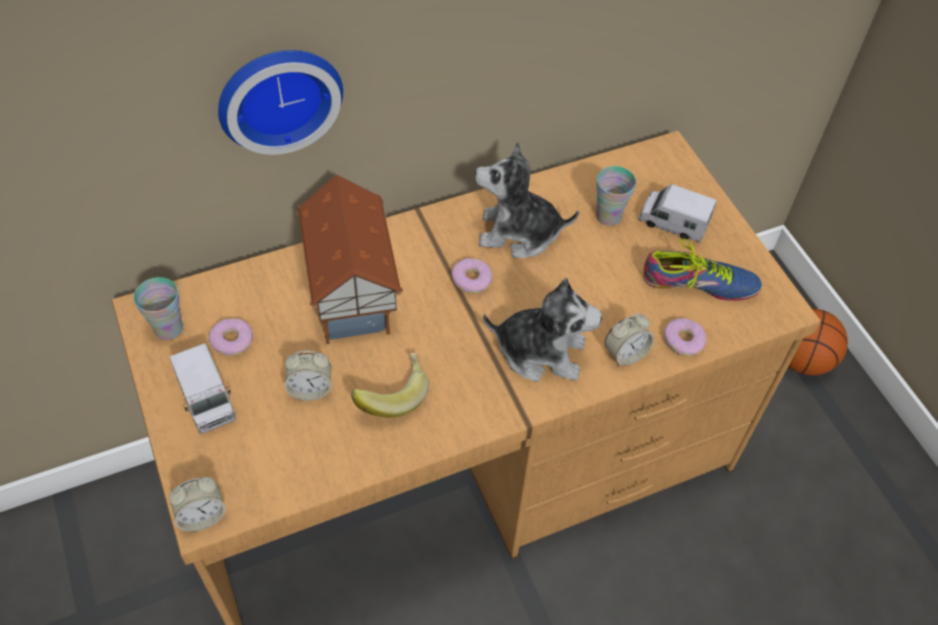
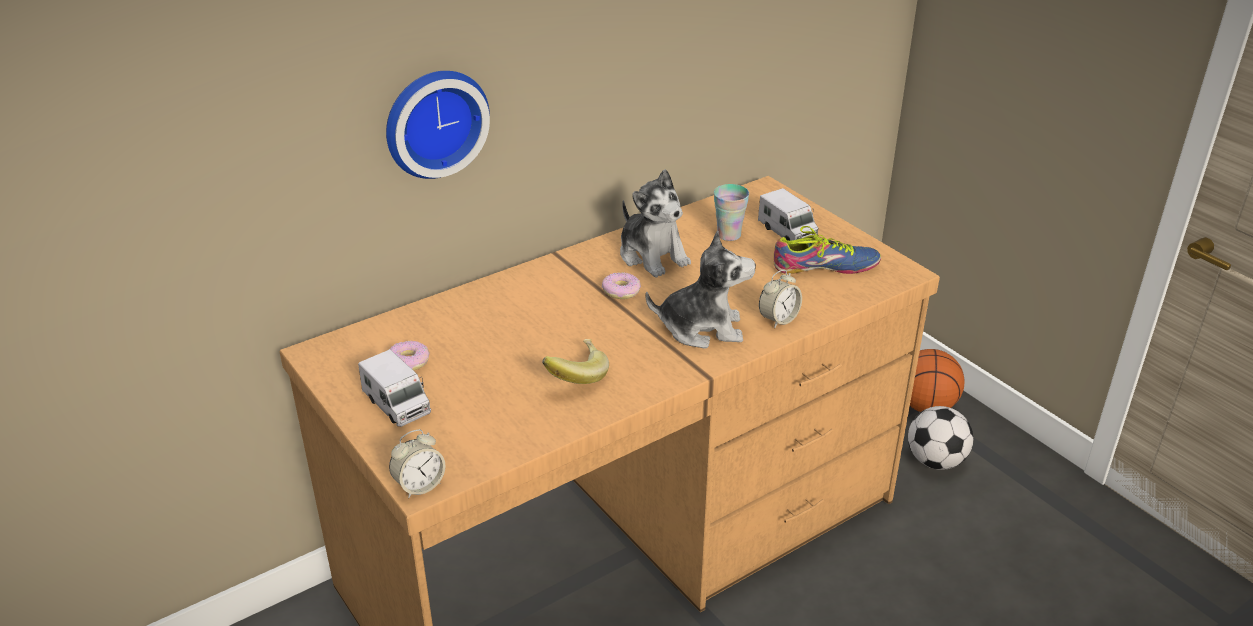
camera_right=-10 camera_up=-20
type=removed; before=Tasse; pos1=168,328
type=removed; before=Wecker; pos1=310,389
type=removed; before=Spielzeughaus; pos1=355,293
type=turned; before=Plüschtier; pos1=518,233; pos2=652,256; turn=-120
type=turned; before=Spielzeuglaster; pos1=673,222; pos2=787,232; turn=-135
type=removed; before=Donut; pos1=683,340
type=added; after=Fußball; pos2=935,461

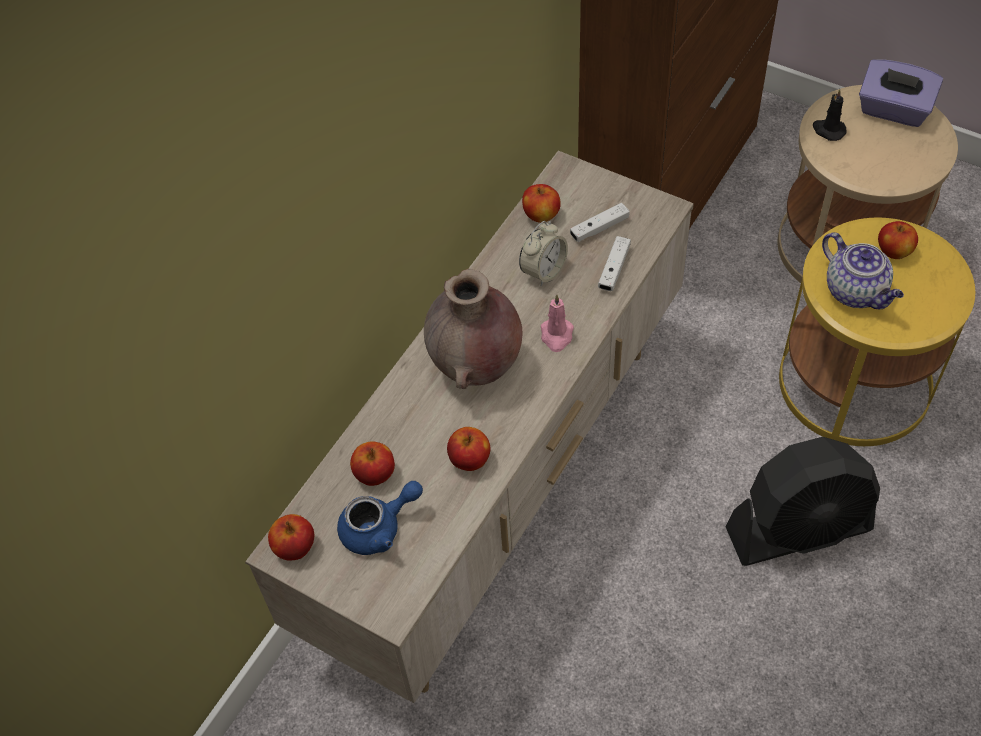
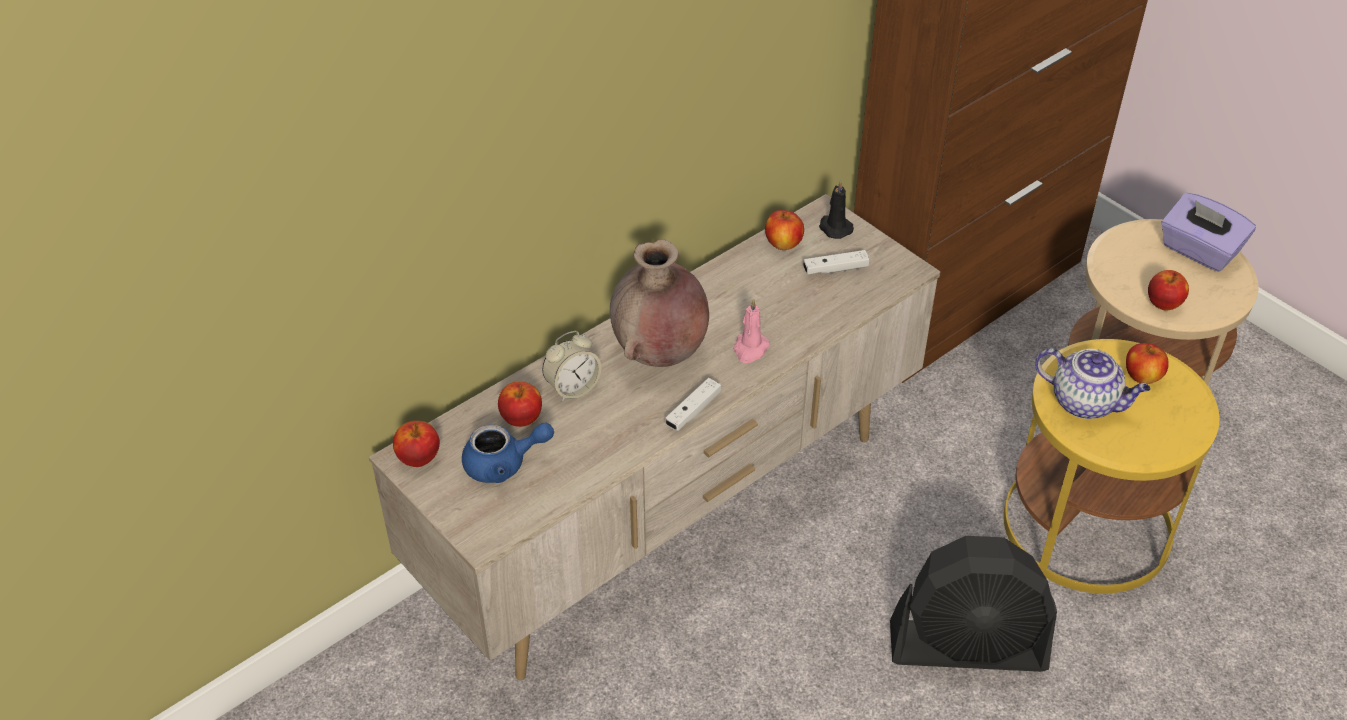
camera_right=15 camera_up=-10
type=moved; before=Apfel; pos1=469,459; pos2=1163,303
type=moved; before=Wecker; pos1=543,271; pos2=572,388
type=moved; before=Gamepad/weiß; pos1=614,269; pos2=693,411
type=moved; before=Kerze/schwarz; pos1=828,130; pos2=834,227
type=turned; before=Teekanne; pos1=856,292; pos2=1085,403; turn=-45

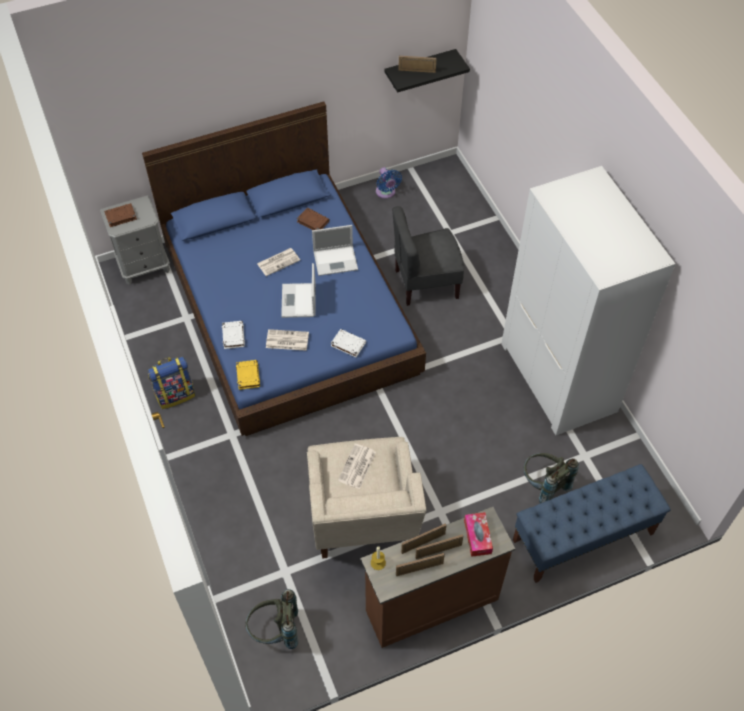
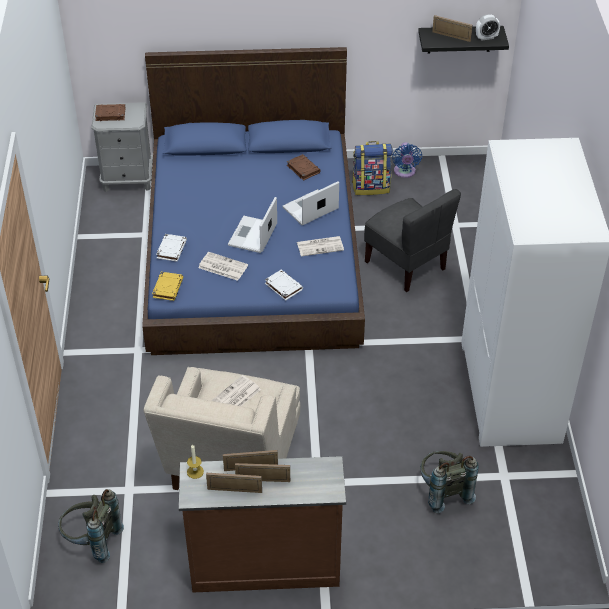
camera_right=20 camera_up=-10
type=moved; before=Rucksack; pos1=175,394; pos2=371,187
type=moved; before=Zeitung; pos1=278,261; pos2=320,246
type=turned; before=Laptop; pos1=336,260; pos2=309,209; turn=135
type=turned; before=Stuhl/grau; pos1=425,283; pos2=406,265; turn=-135
type=removed; before=Taschentuchbox; pos1=477,537
type=removed; before=Bank/blau; pos1=582,537
type=added; after=Wecker; pos2=486,37

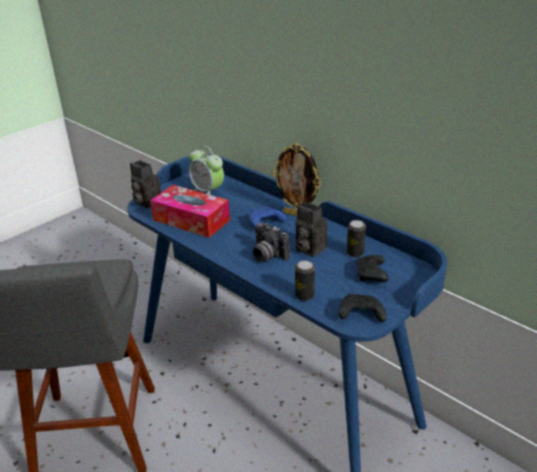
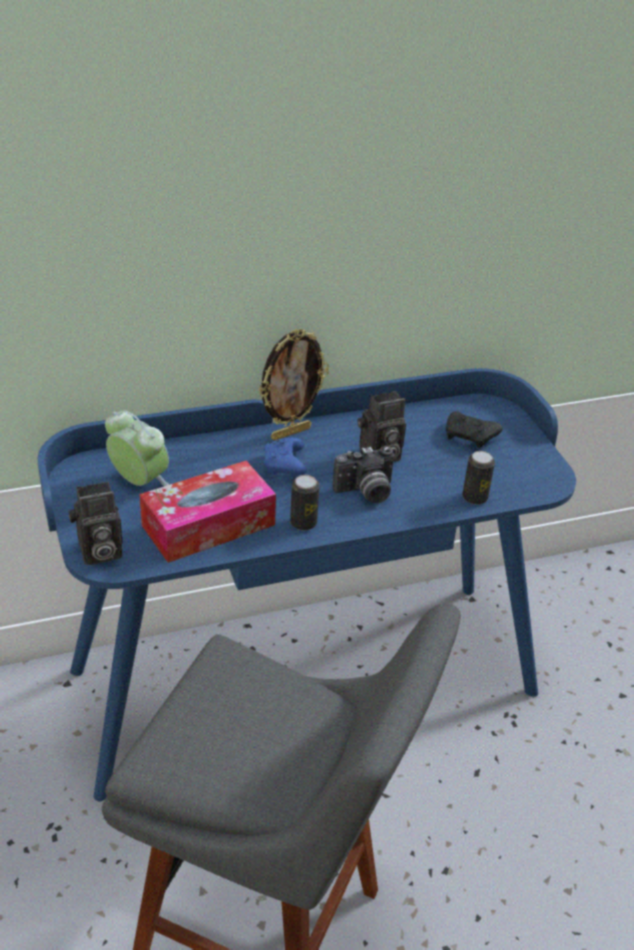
camera_right=-65 camera_up=5
type=turned; before=Wecker; pos1=208,192; pos2=139,482; turn=-120
type=removed; before=Gamepad/schwarz; pos1=360,315
type=moved; before=Dose; pos1=355,253; pos2=303,523

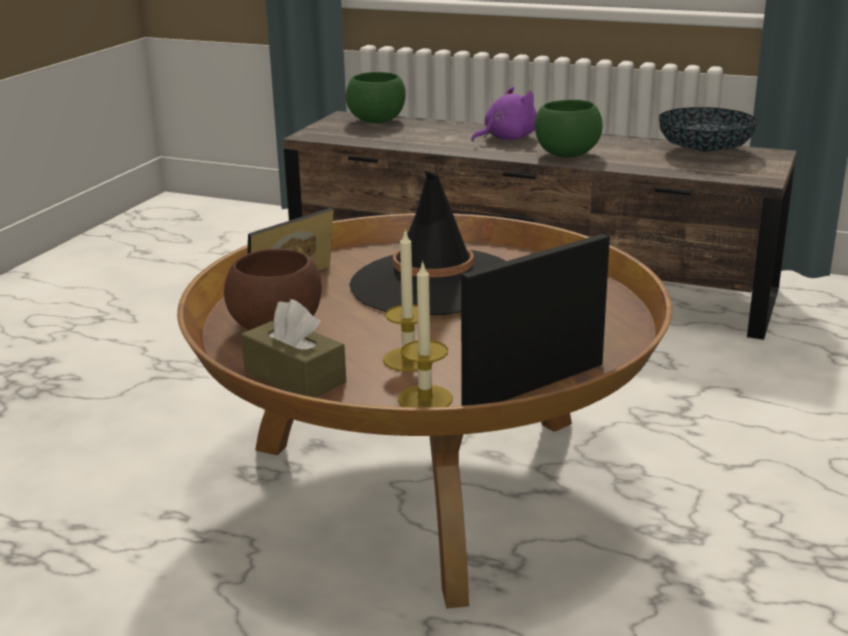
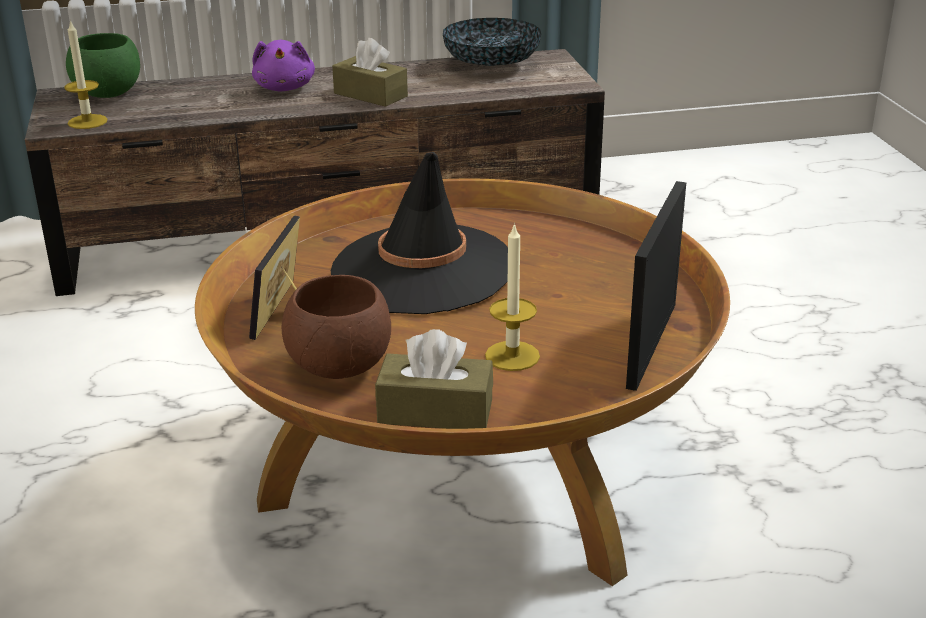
camera_right=-35 camera_up=5
type=moved; before=Kerze; pos1=425,399; pos2=87,122
type=turned; before=Plüschtier/lila; pos1=506,138; pos2=285,88; turn=150
type=replaced; before=Schüssel/grün; after=Taschentuchbox/braun; pos1=566,154; pos2=370,95

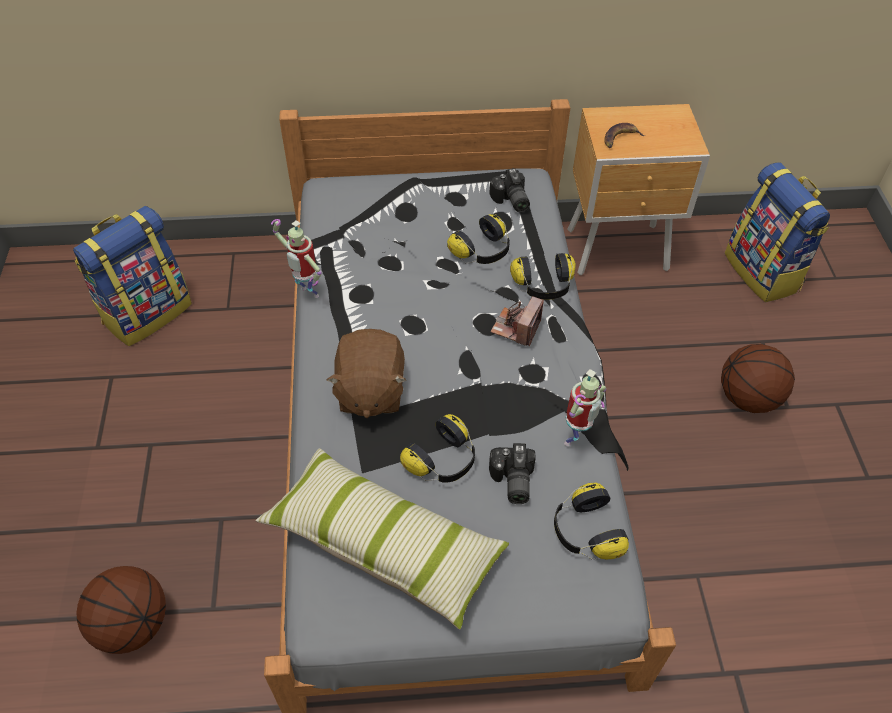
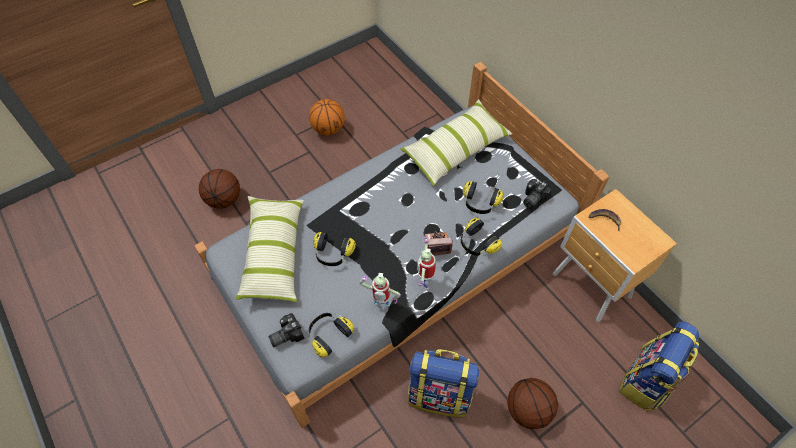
camera_right=60 camera_up=5
type=moved; before=Rucksack; pos1=147,312; pos2=440,394
type=moved; before=Spielzeugroboter; pos1=307,294; pos2=425,282
type=removed; before=Plüschtier/braun; pos1=370,391
type=moved; before=Kamera; pos1=511,481; pos2=285,334
type=added; after=Basketball; pos2=328,129
type=added; after=Kissen; pos2=456,149

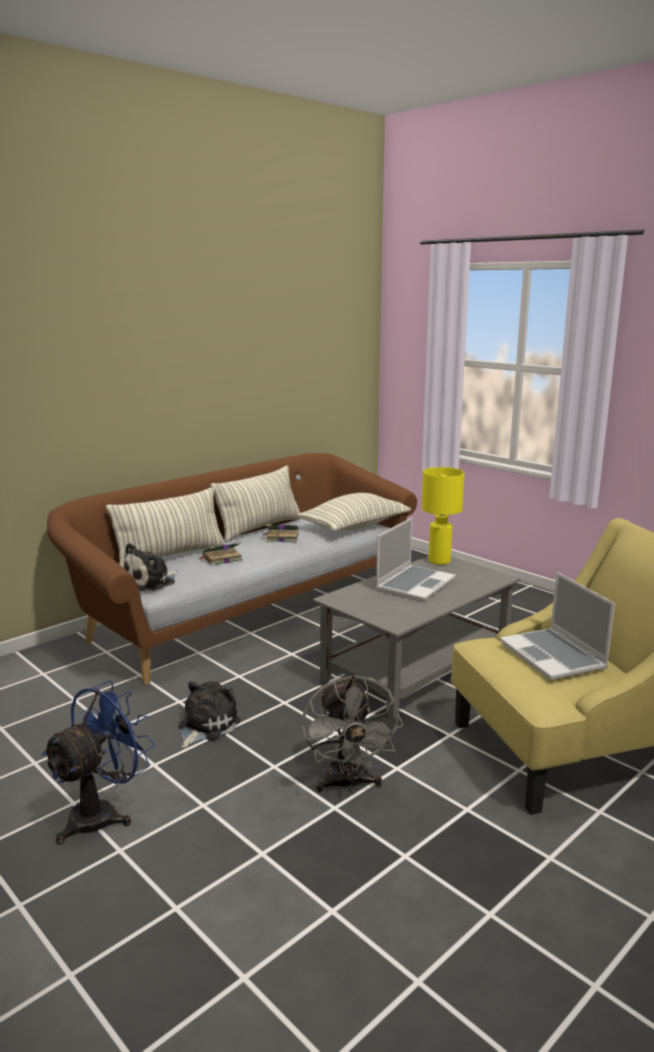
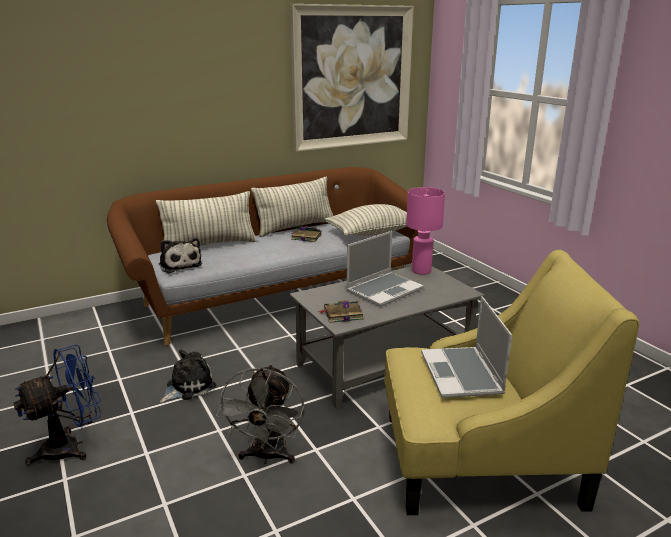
camera_right=15 camera_up=5
type=turned; before=Plüschtier; pos1=151,582; pos2=179,265; turn=-90
type=moved; before=Buch; pos1=221,559; pos2=342,314
type=recoloured; before=Tischlampe/gelb; after=Tischlampe/rosa; pos1=439,561; pos2=421,271
type=added; after=Bild; pos2=352,77

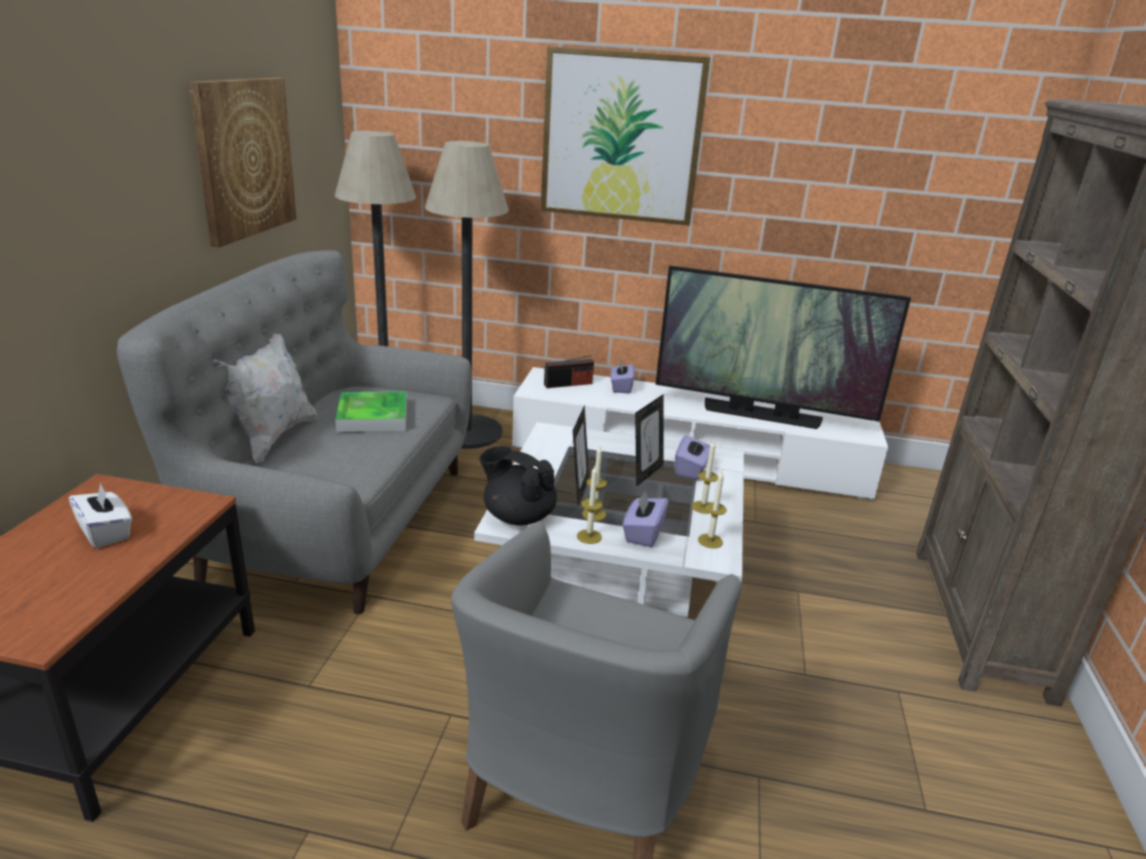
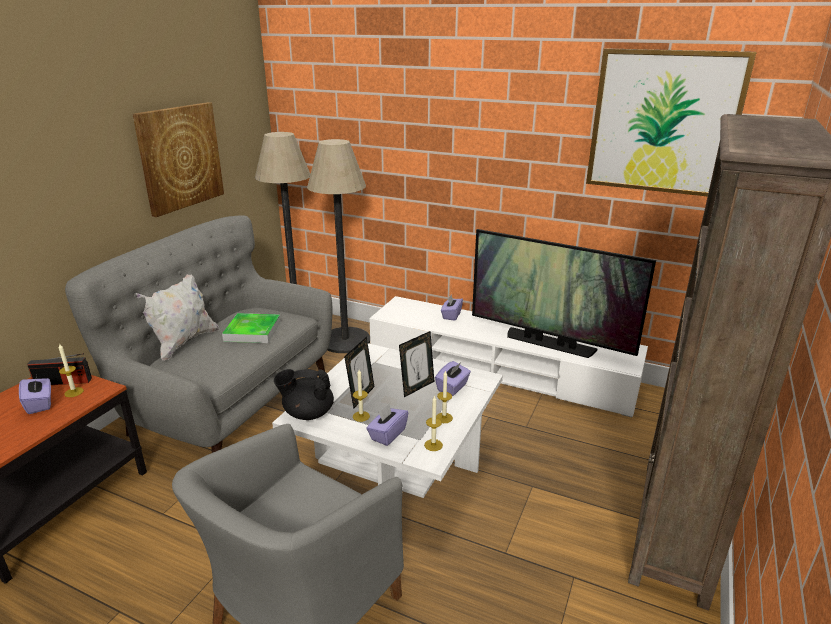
camera_right=15 camera_up=0
type=recoloured; before=Taschentuchbox/weiß; after=Taschentuchbox/lila; pos1=106,532; pos2=40,404
type=turned; before=Teekanne/schwarz; pos1=518,516; pos2=307,413; turn=-45
type=moved; before=Bild; pos1=621,137; pos2=663,123
type=moved; before=Radio; pos1=568,384; pos2=63,382
type=moved; before=Kerze; pos1=589,536; pos2=74,392

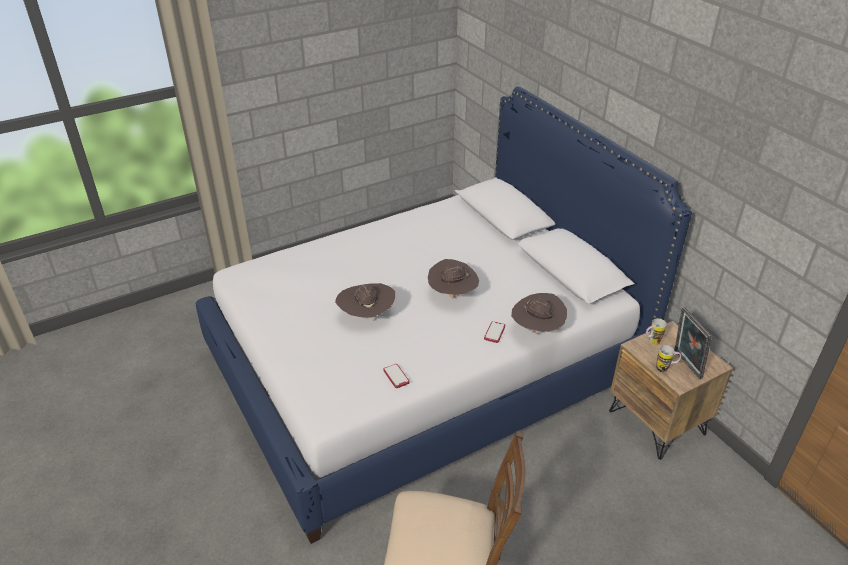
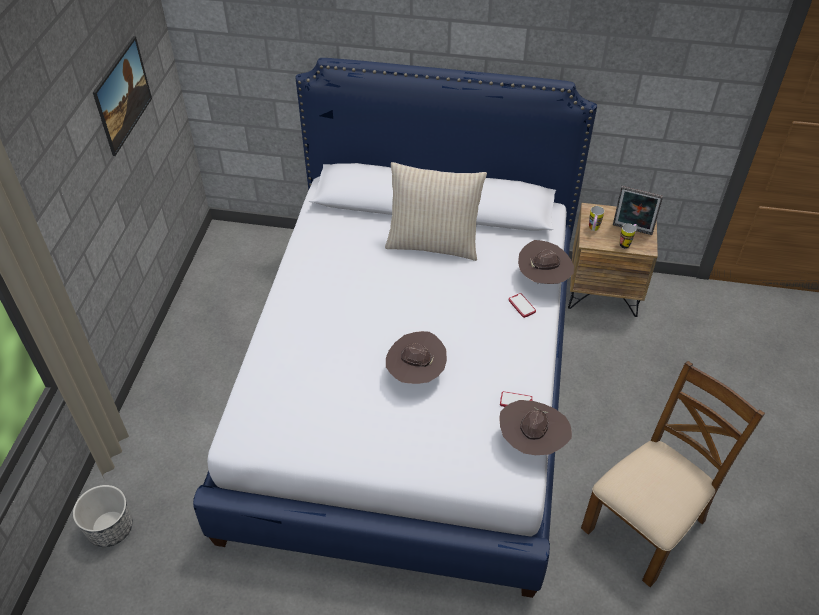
camera_right=-50 camera_up=10
type=moved; before=Hut/braun; pos1=452,295; pos2=531,442
type=added; after=Pflanzkübel; pos2=110,528
type=added; after=Bild; pos2=127,111
type=added; after=Kissen/beige; pos2=433,243

